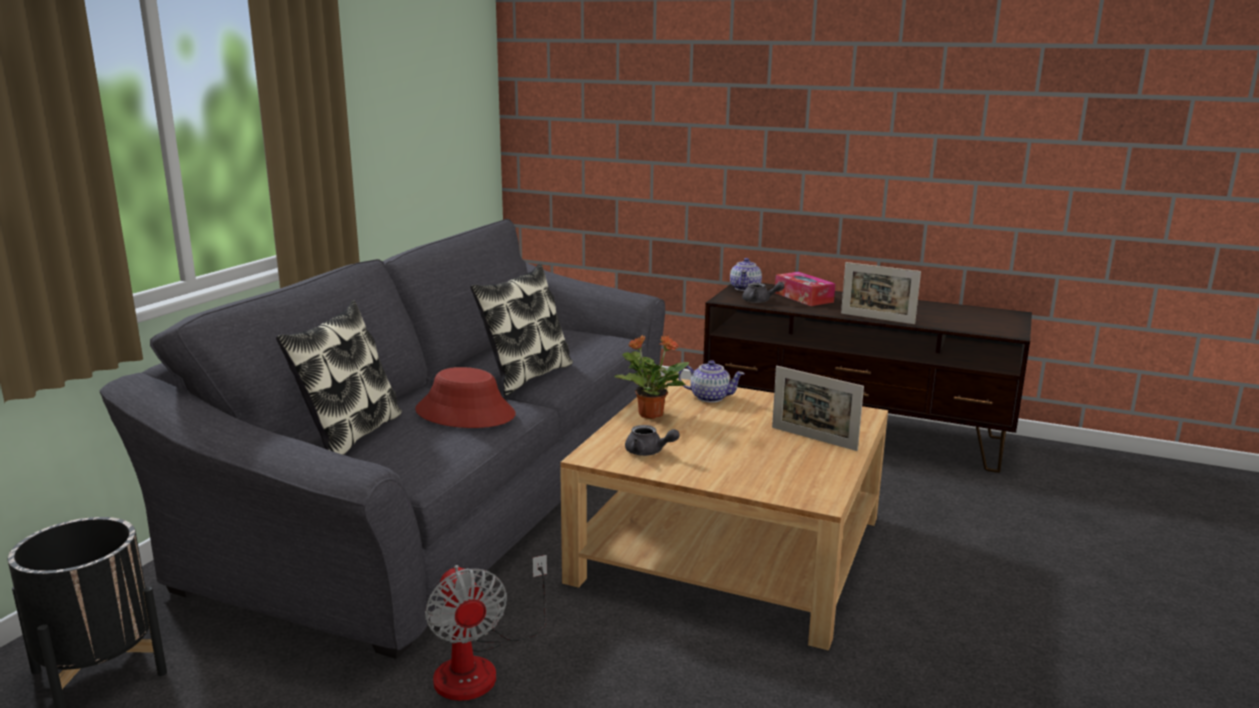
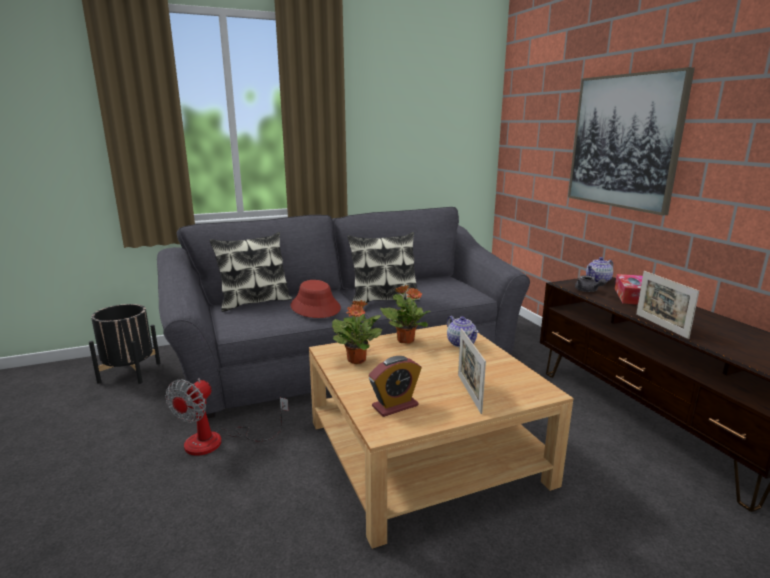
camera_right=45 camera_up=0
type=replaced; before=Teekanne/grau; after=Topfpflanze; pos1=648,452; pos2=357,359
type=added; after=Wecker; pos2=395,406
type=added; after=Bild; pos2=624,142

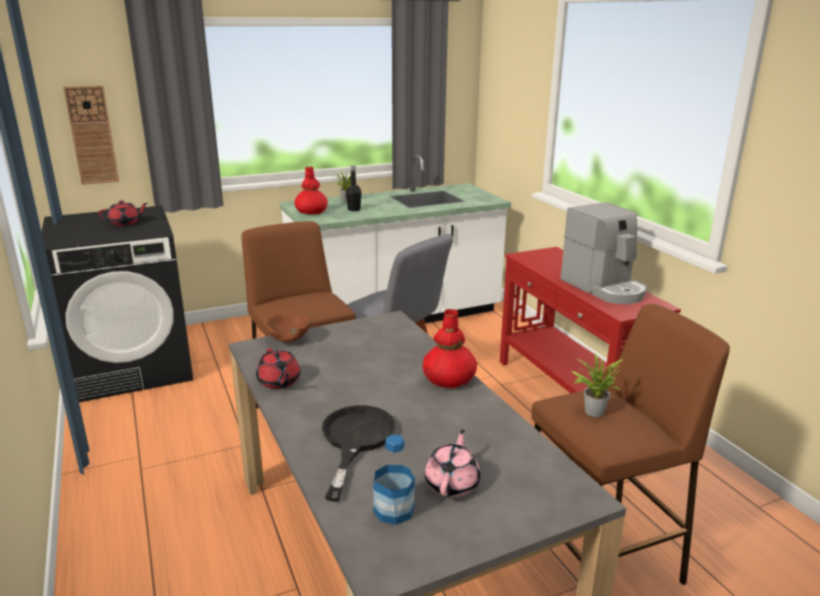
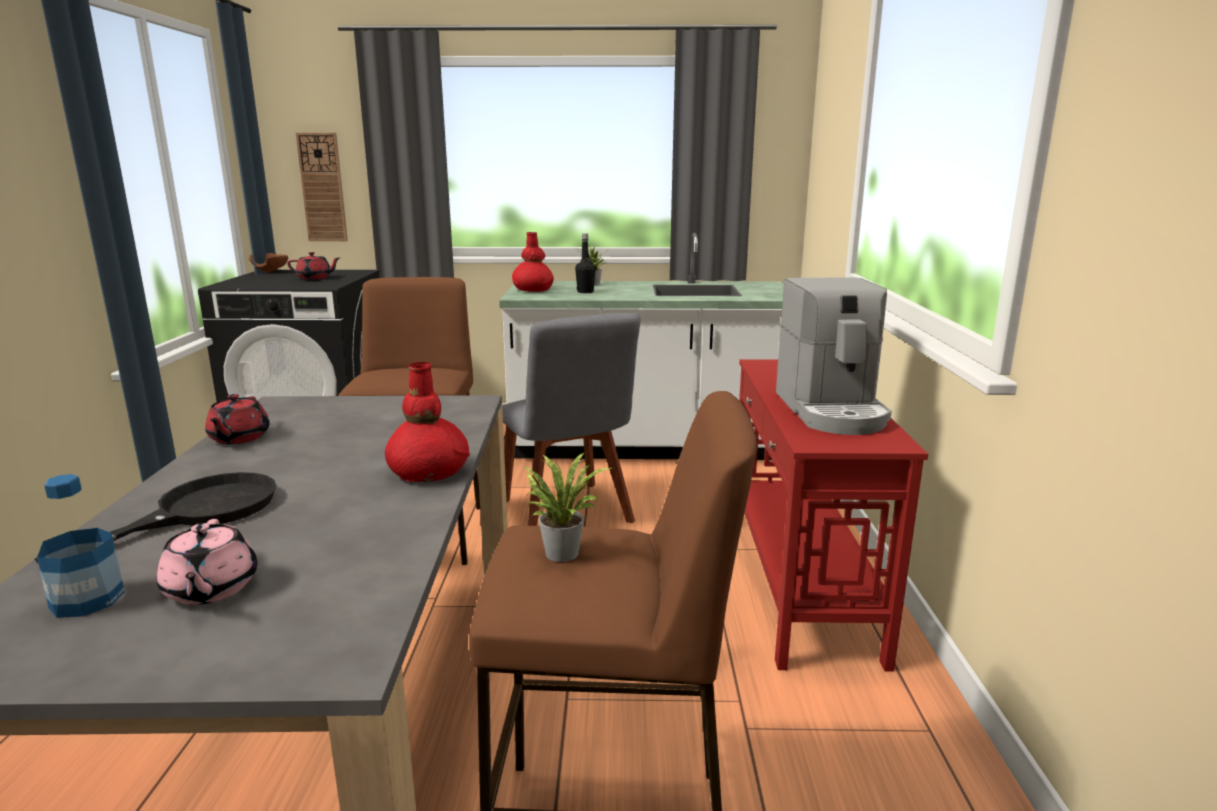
camera_right=25 camera_up=-5
type=moved; before=Schüssel/braun; pos1=289,339; pos2=271,272
type=turned; before=Teekanne/rosa; pos1=452,483; pos2=210,589; turn=120

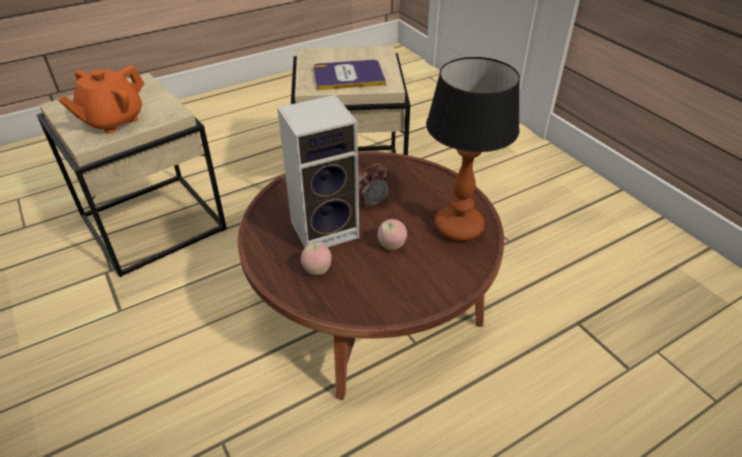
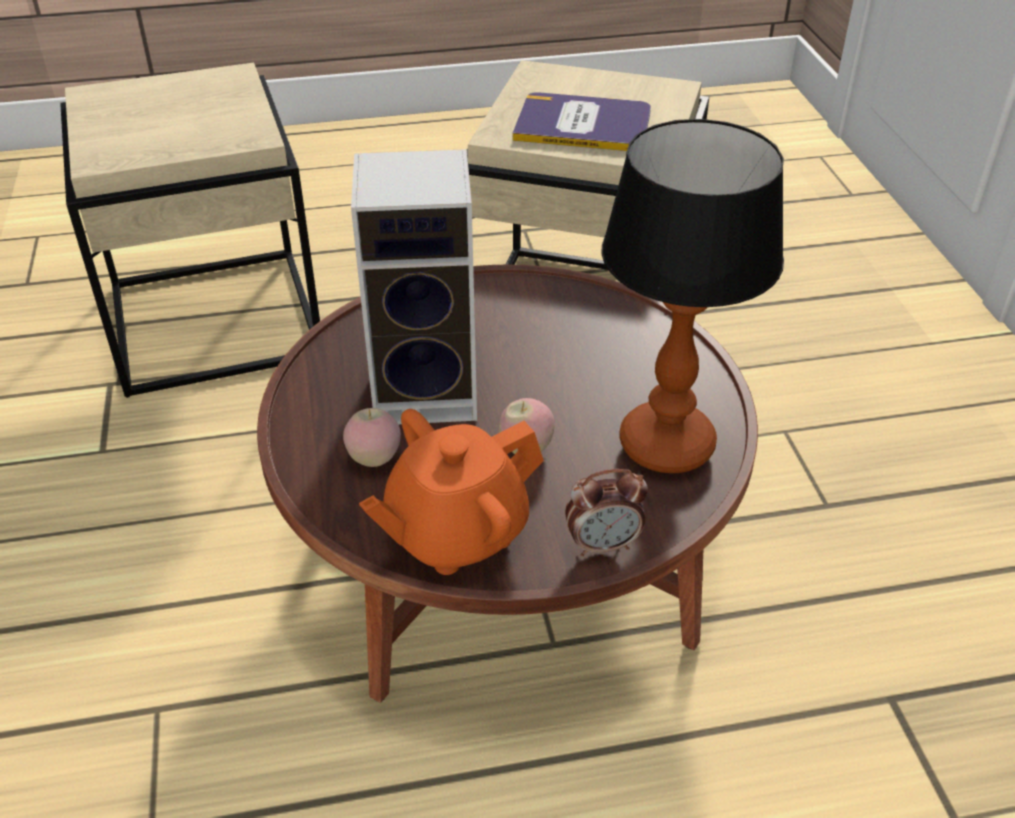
camera_right=20 camera_up=0
type=moved; before=Teekanne/orange; pos1=113,121; pos2=455,533
type=moved; before=Wecker; pos1=372,203; pos2=603,545

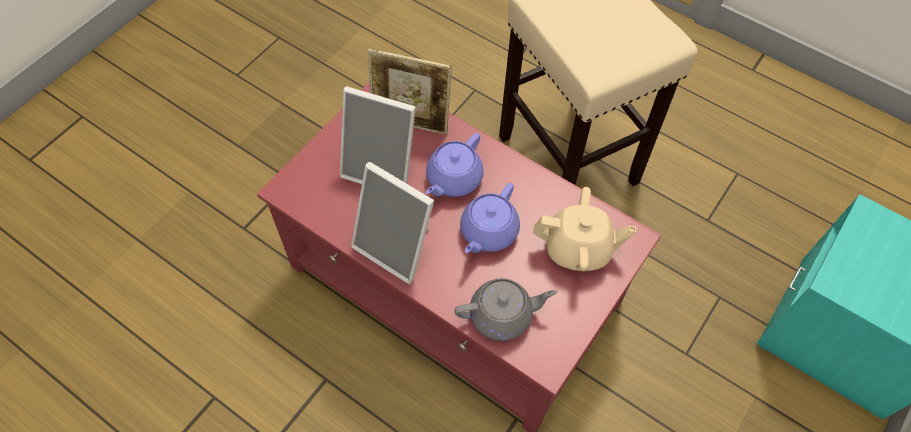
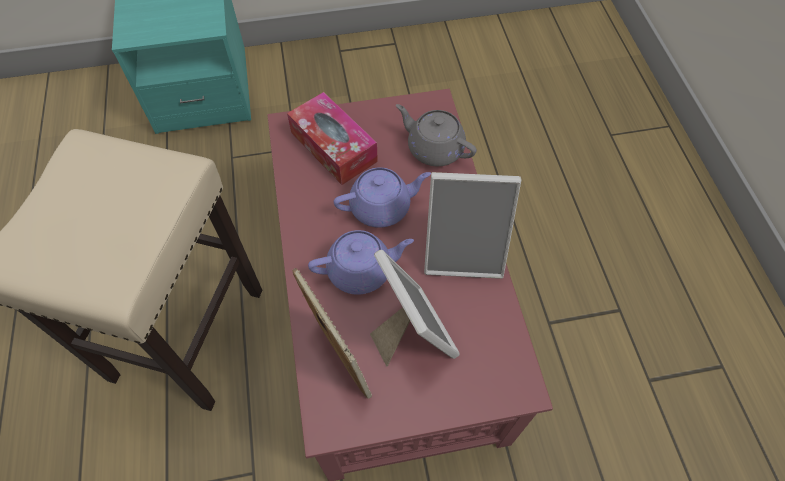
camera_right=-135 camera_up=0
type=turned; before=Bilderrahmen; pos1=397,247; pos2=464,252; turn=105
type=replaced; before=Teekanne/beige; after=Taschentuchbox; pos1=578,249; pos2=333,147

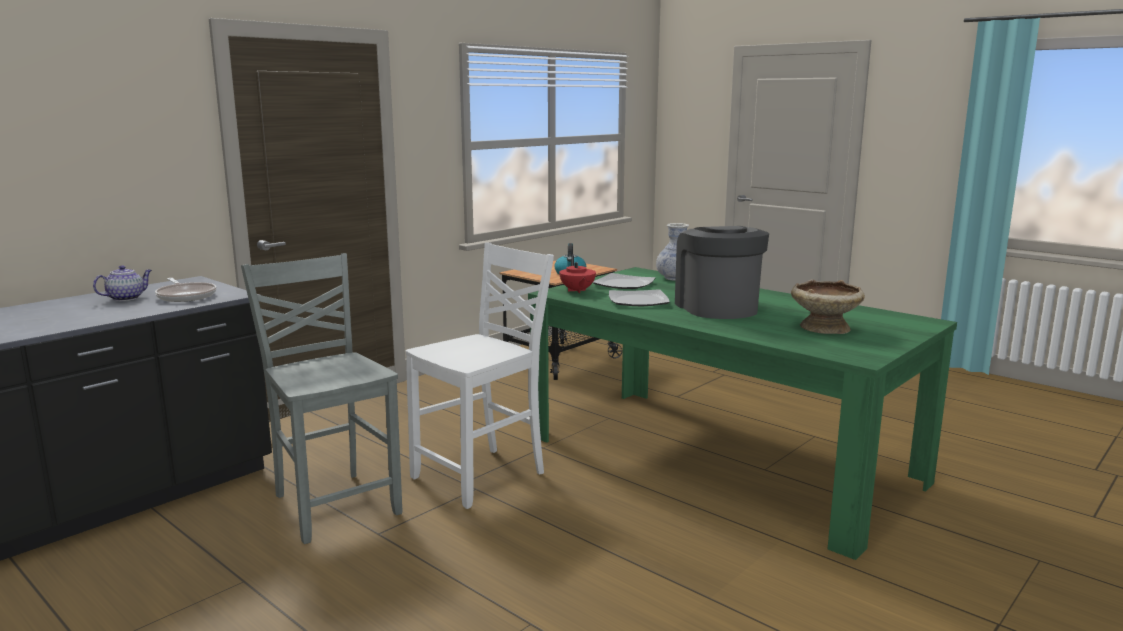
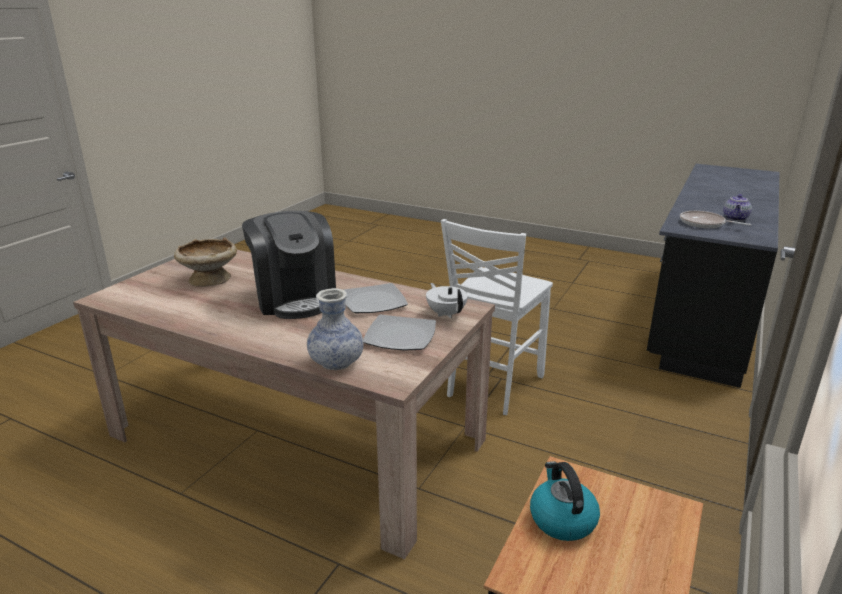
camera_right=165 camera_up=10
type=removed; before=Stuhl/grau; pos1=334,504
type=recoloured; before=Esstisch/grün; after=Esstisch/beige; pos1=719,458; pos2=296,438
type=recoloured; before=Teekanne/rot; after=Teekanne/weiß; pos1=577,291; pos2=446,314

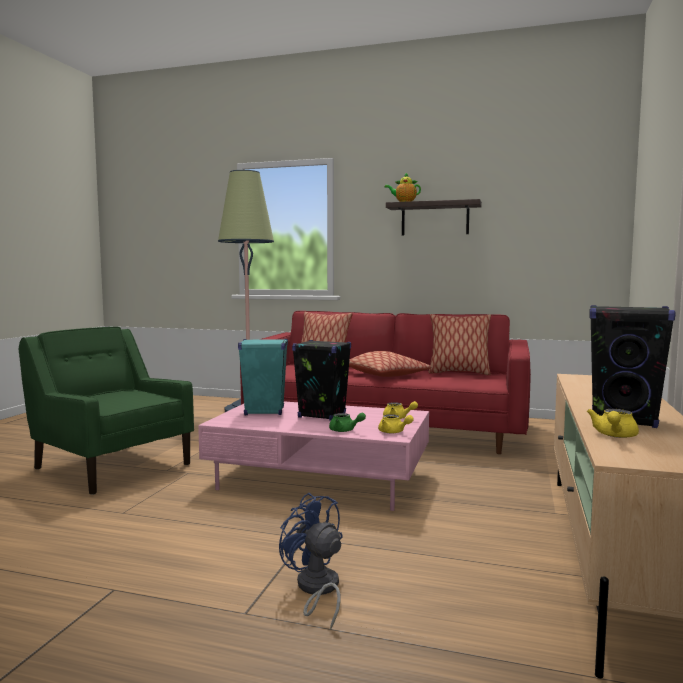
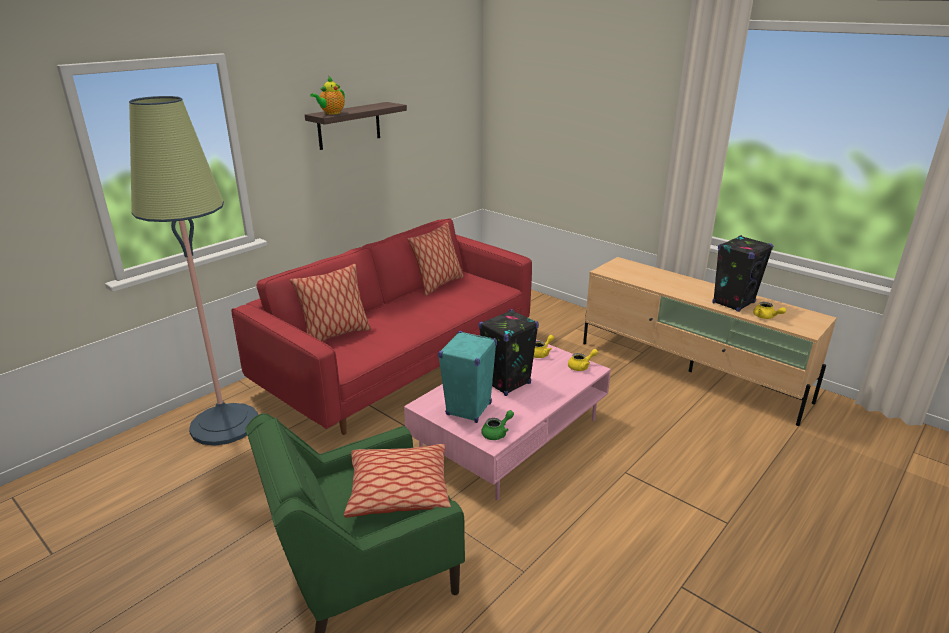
camera_right=-65 camera_up=20
type=removed; before=Ventilator/blau; pos1=316,590
type=moved; before=Teekanne/grün; pos1=345,430; pos2=497,433
type=moved; before=Kissen; pos1=386,375; pos2=399,491

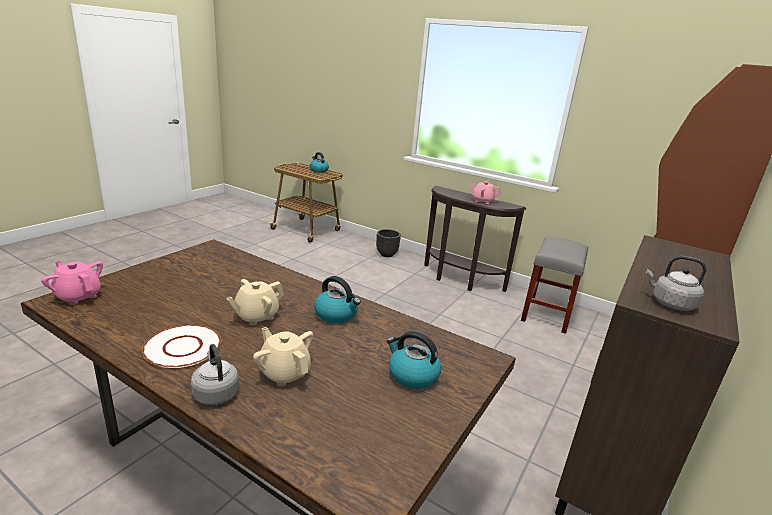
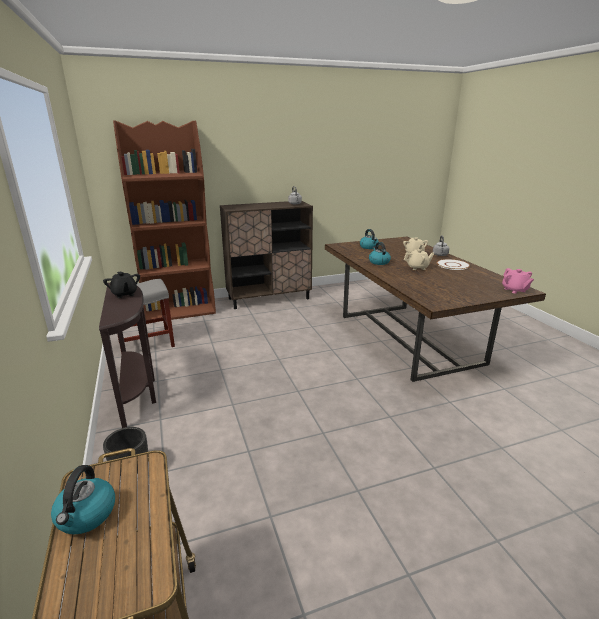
camera_right=-140 camera_up=0
type=recoloured; before=Teekanne/rosa; after=Teekanne/schwarz; pos1=482,201; pos2=124,294

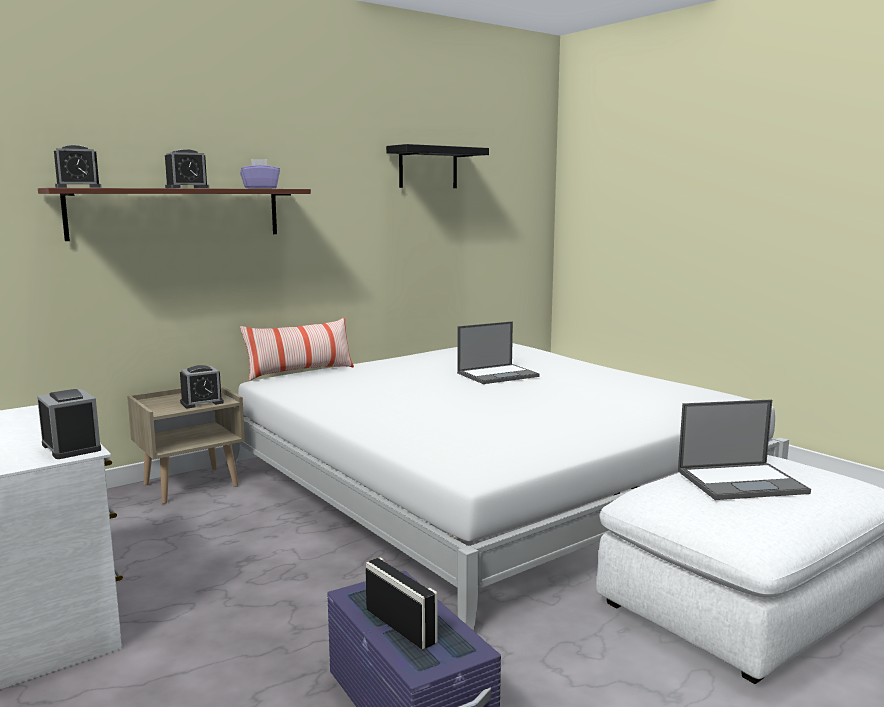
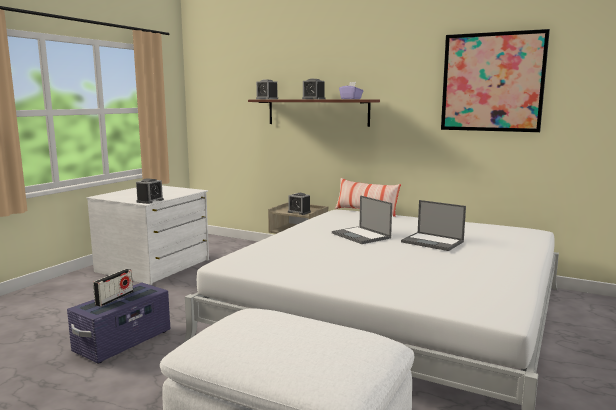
camera_right=65 camera_up=0
type=replaced; before=Wandregal/schwarz; after=Bild; pos1=428,167; pos2=492,82
type=moved; before=Laptop; pos1=742,481; pos2=361,236

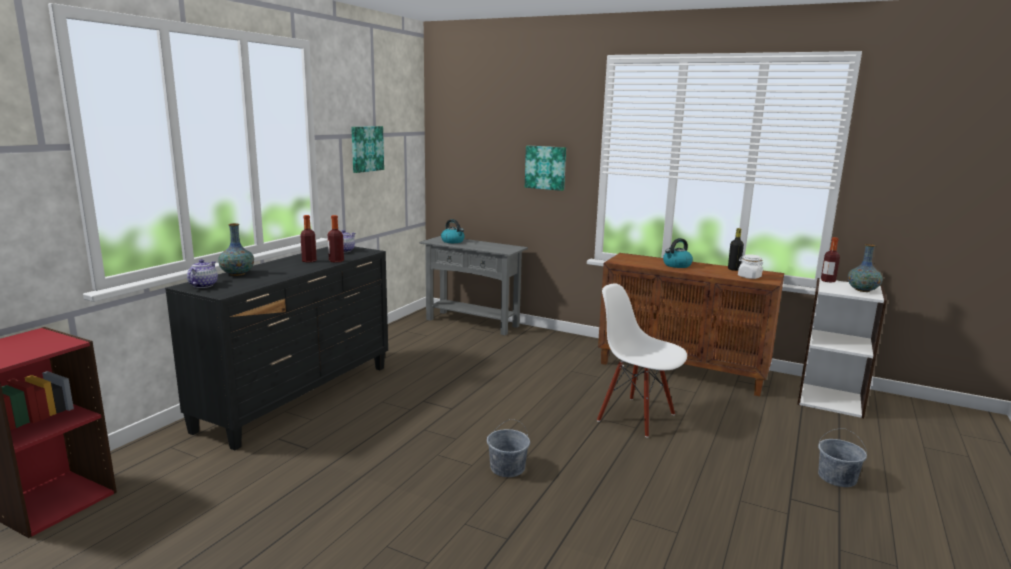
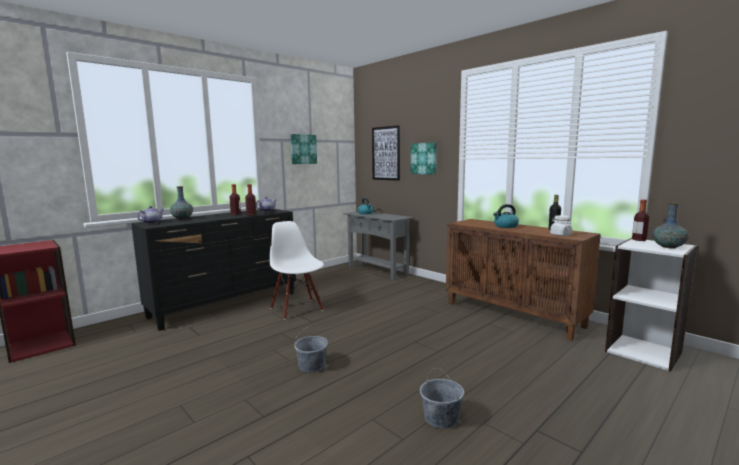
camera_right=20 camera_up=-5
type=moved; before=Stuhl/weiß; pos1=636,417; pos2=297,309
type=moved; before=Eimer/grau; pos1=837,478; pos2=441,418
type=added; after=Bild; pos2=386,153

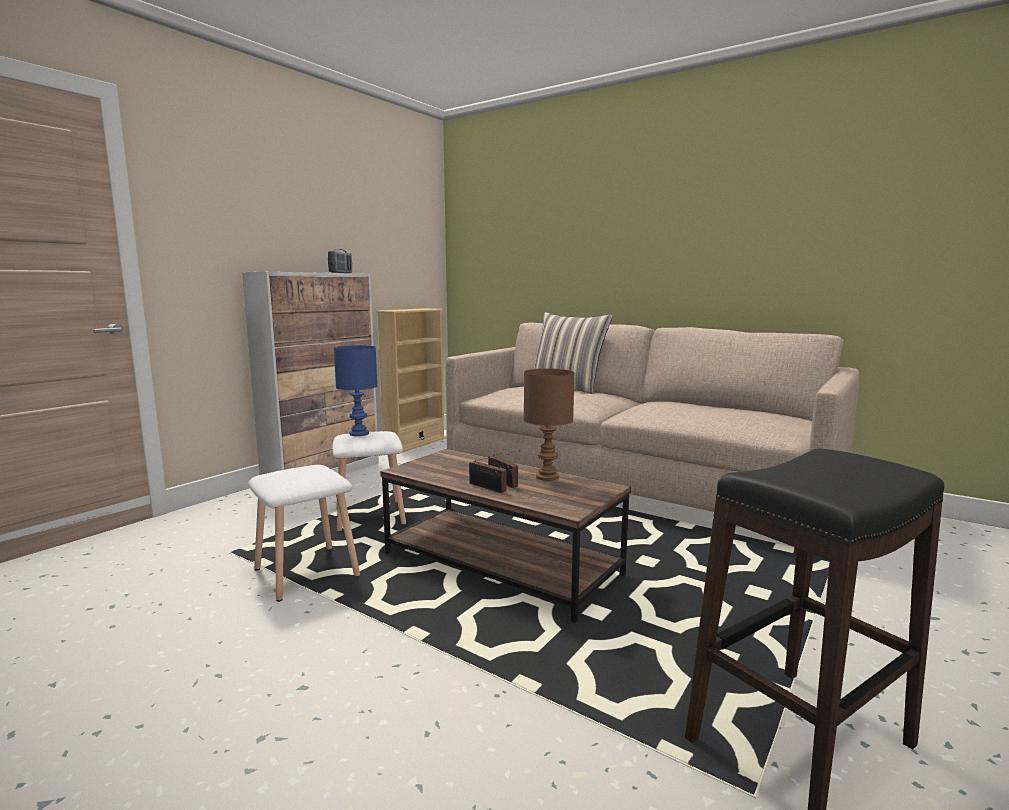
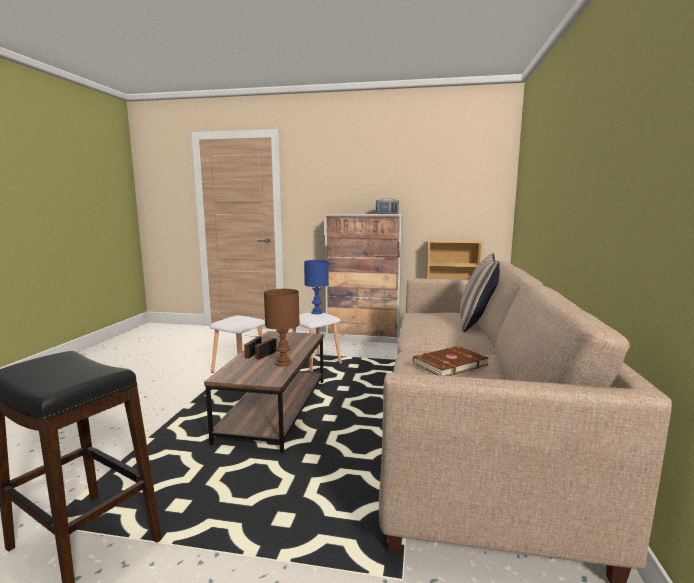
camera_right=65 camera_up=0
type=added; after=Buch/braun; pos2=449,364

